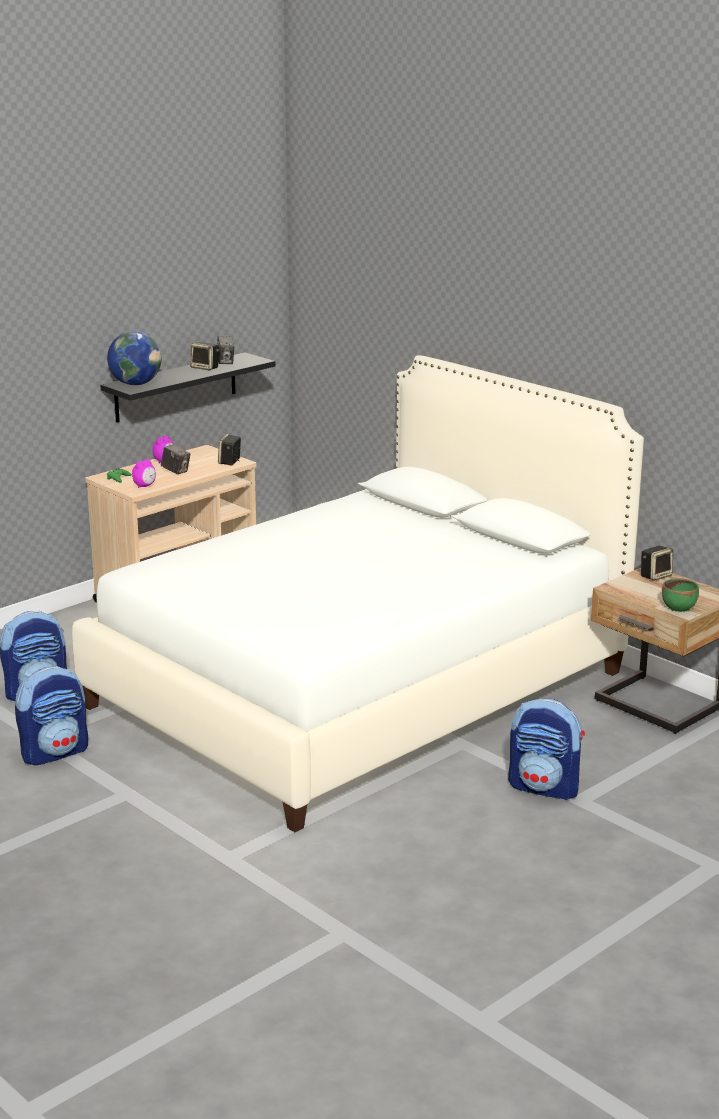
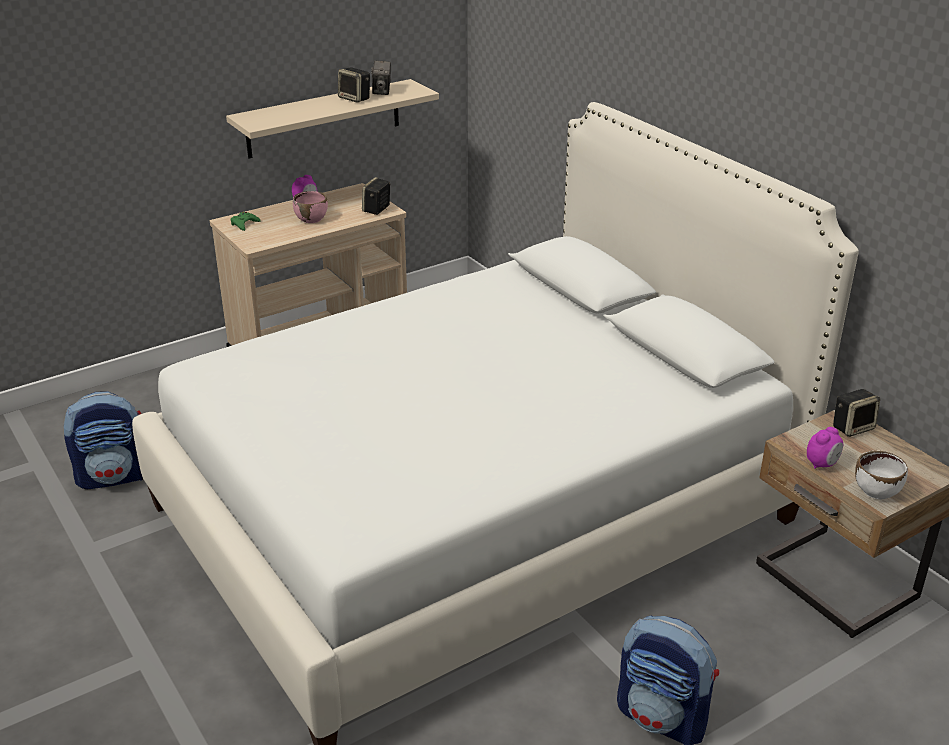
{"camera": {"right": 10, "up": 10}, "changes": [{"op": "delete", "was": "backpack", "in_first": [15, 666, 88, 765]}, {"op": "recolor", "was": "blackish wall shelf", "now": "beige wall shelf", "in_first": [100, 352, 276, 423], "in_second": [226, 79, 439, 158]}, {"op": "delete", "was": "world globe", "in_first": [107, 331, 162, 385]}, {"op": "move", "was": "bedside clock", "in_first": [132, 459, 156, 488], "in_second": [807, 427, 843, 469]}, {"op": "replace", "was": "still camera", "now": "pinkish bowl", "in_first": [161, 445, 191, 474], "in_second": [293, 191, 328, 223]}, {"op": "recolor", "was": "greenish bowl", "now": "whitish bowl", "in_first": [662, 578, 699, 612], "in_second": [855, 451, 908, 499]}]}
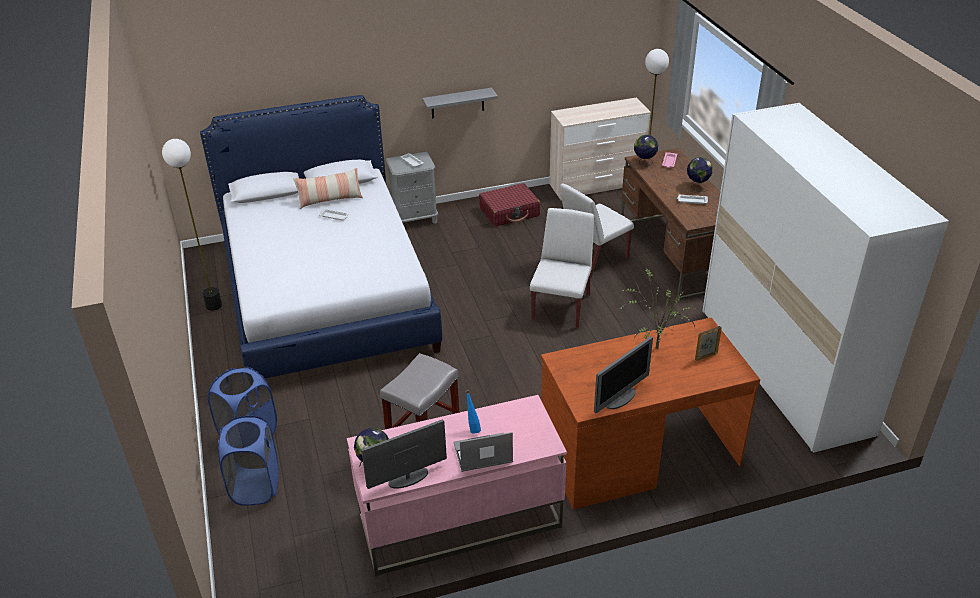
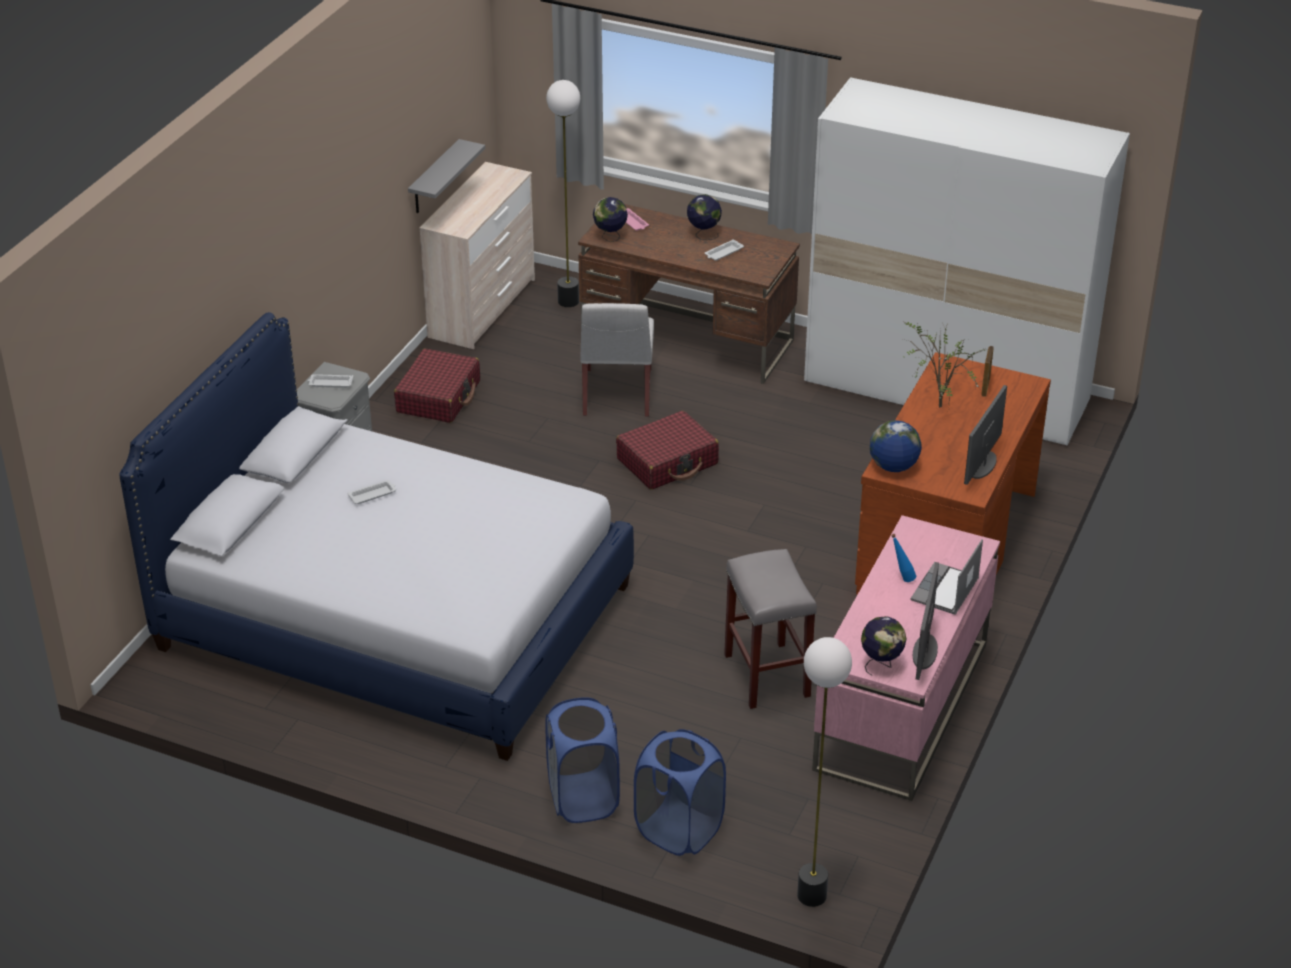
{"camera": {"right": -50, "up": 0}, "changes": [{"op": "move", "was": "standard lamp", "in_first": [162, 139, 222, 311], "in_second": [797, 637, 852, 907]}, {"op": "delete", "was": "cushion", "in_first": [293, 168, 363, 209]}, {"op": "move", "was": "grey wall shelf", "in_first": [422, 88, 498, 119], "in_second": [408, 139, 485, 213]}, {"op": "replace", "was": "whitish upright chair", "now": "reddish suitcase", "in_first": [530, 208, 594, 329], "in_second": [616, 411, 719, 490]}, {"op": "rotate", "was": "computer screen", "in_first": [594, 336, 653, 414], "in_second": [964, 385, 1007, 485], "clockwise": -150}, {"op": "insert", "now": "world globe", "in_second": [870, 420, 922, 472]}]}
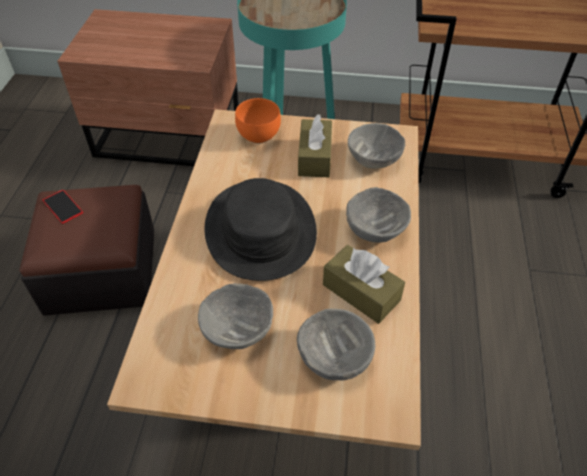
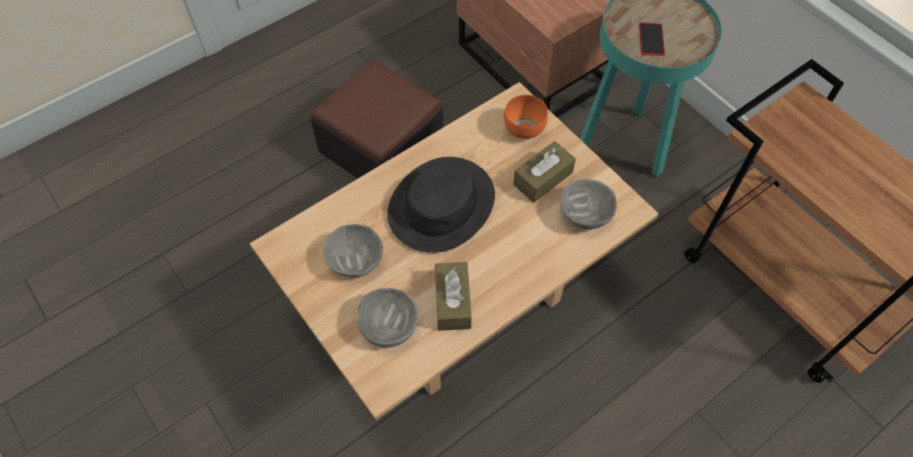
{"camera": {"right": 45, "up": 10}, "changes": [{"op": "move", "was": "handset", "in_first": [43, 190, 83, 224], "in_second": [639, 22, 665, 56]}, {"op": "delete", "was": "grey bowl", "in_first": [346, 187, 411, 243]}]}
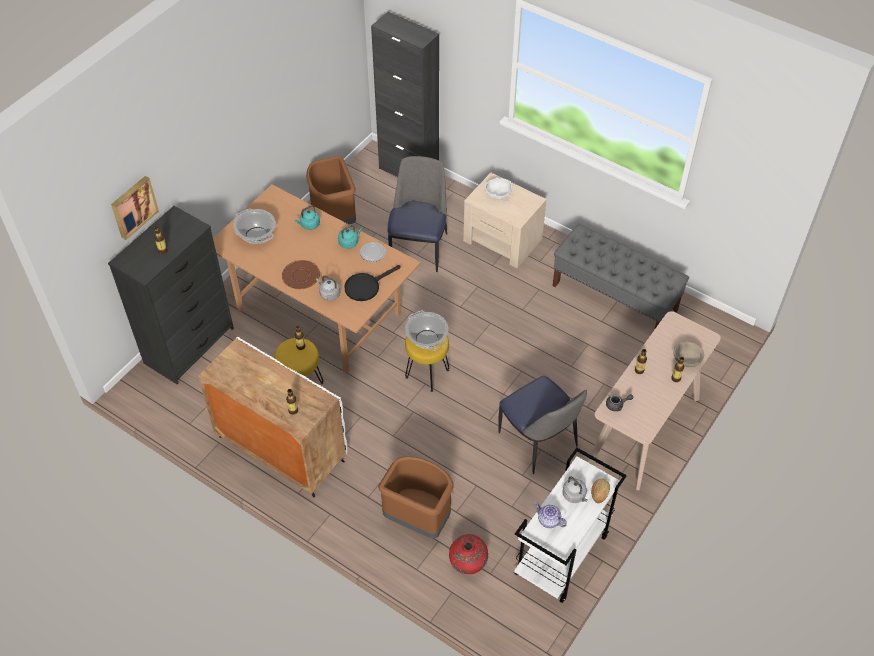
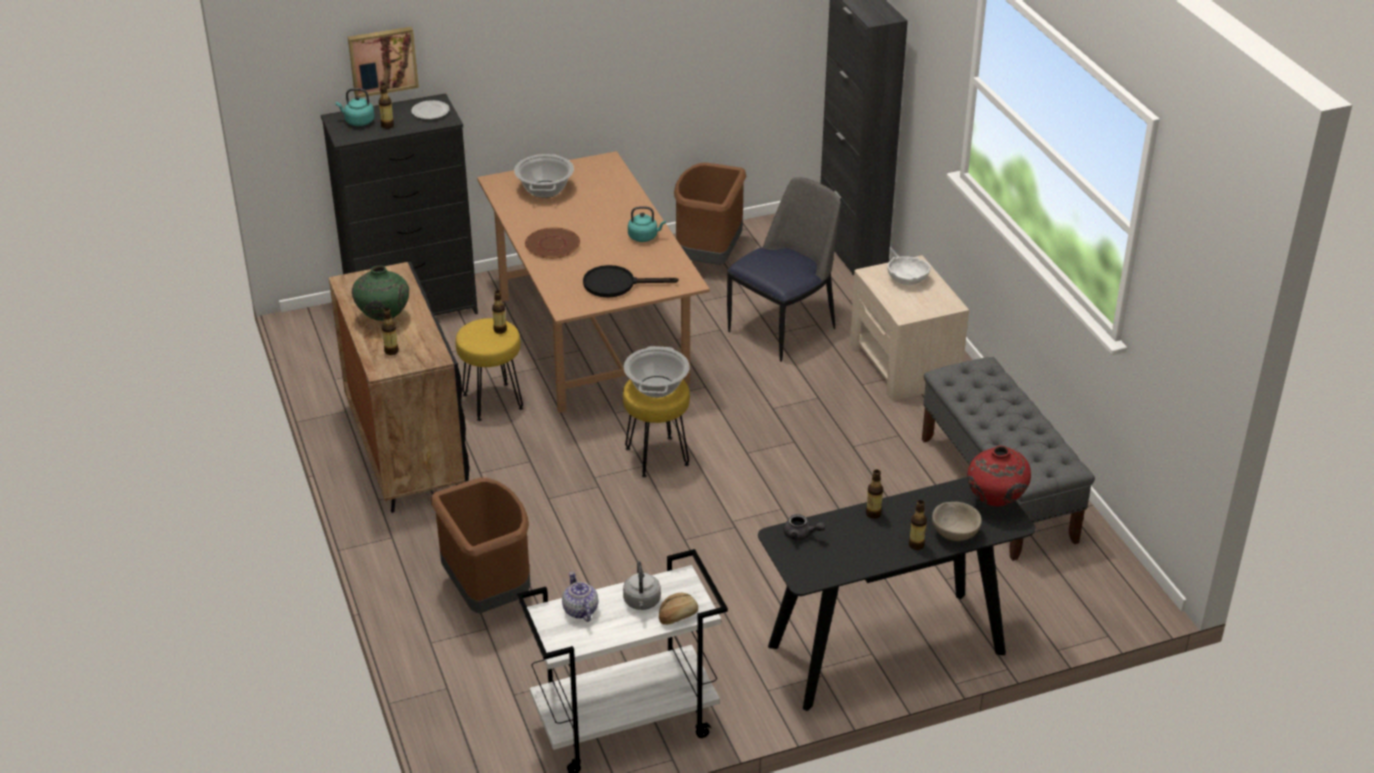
{"camera": {"right": 35, "up": -15}, "changes": [{"op": "recolor", "was": "whitish cupboard", "now": "blackish cupboard", "in_first": [198, 337, 347, 497], "in_second": [329, 261, 469, 513]}, {"op": "move", "was": "turquoise-coloured water kettle", "in_first": [294, 205, 320, 230], "in_second": [336, 88, 375, 126]}, {"op": "delete", "was": "grey water kettle", "in_first": [316, 276, 340, 301]}, {"op": "move", "was": "dinner plate", "in_first": [360, 242, 386, 262], "in_second": [411, 100, 450, 119]}, {"op": "move", "was": "reddish decorative vase", "in_first": [449, 534, 488, 574], "in_second": [967, 446, 1031, 506]}, {"op": "delete", "was": "upright chair", "in_first": [498, 375, 587, 474]}, {"op": "recolor", "was": "beige hall table", "now": "blackish hall table", "in_first": [588, 311, 721, 490], "in_second": [758, 477, 1036, 711]}, {"op": "insert", "now": "greenish decorative vase", "in_second": [352, 265, 409, 321]}]}
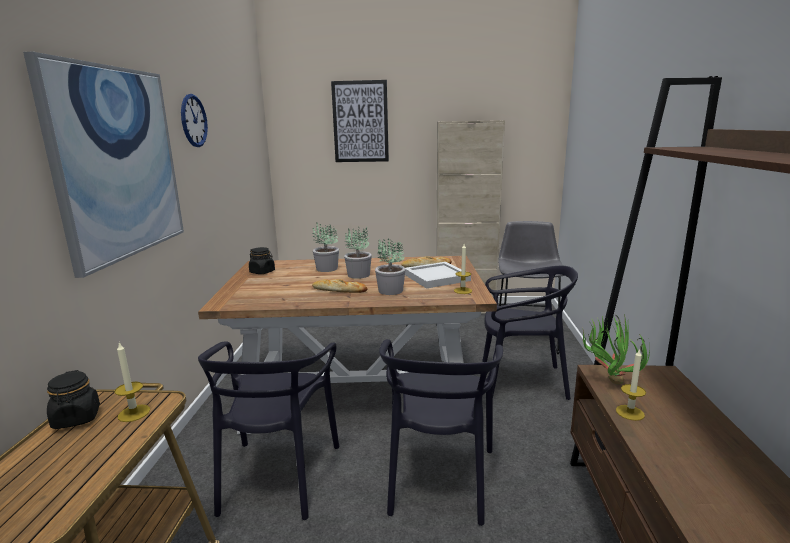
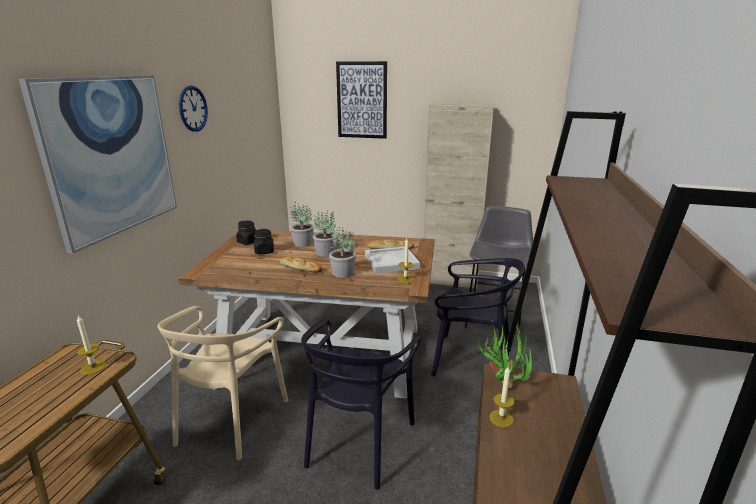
{"camera": {"right": 10, "up": 5}, "changes": [{"op": "move", "was": "blackish storage jar", "in_first": [47, 370, 100, 429], "in_second": [254, 229, 274, 254]}, {"op": "recolor", "was": "blackish upright chair", "now": "beige upright chair", "in_first": [198, 341, 339, 520], "in_second": [158, 306, 288, 460]}]}
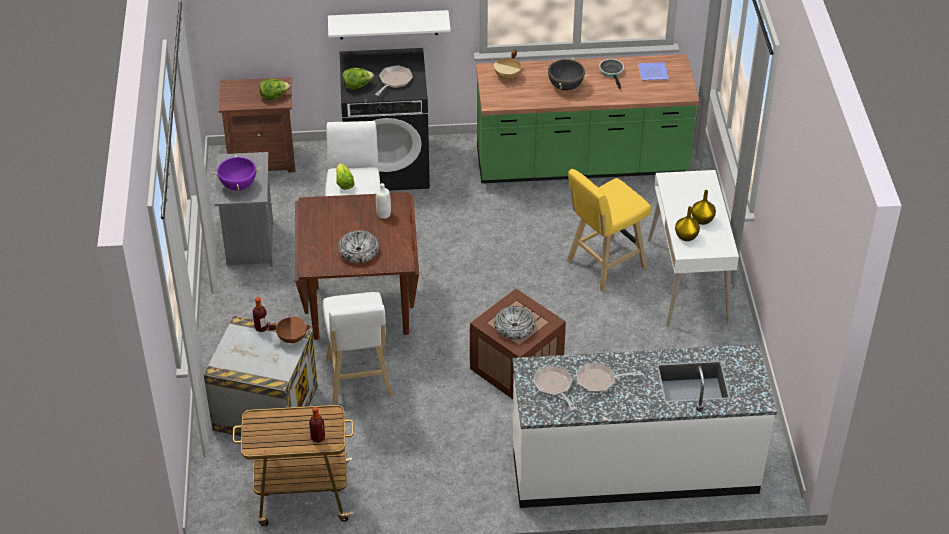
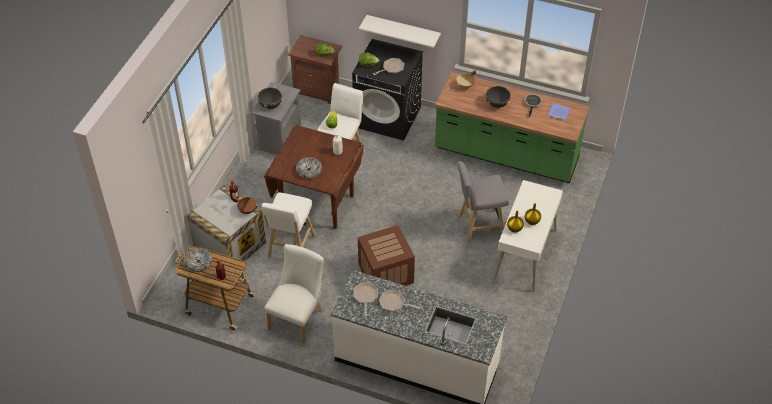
{"camera": {"right": 25, "up": 5}, "changes": [{"op": "recolor", "was": "purplish stockpot", "now": "blackish stockpot", "in_first": [212, 154, 261, 191], "in_second": [255, 86, 284, 109]}, {"op": "move", "was": "bowl", "in_first": [494, 306, 536, 340], "in_second": [184, 248, 212, 272]}, {"op": "recolor", "was": "yellow stool", "now": "grey stool", "in_first": [567, 169, 651, 292], "in_second": [458, 161, 509, 244]}, {"op": "insert", "now": "whitish upright chair", "in_second": [264, 244, 324, 343]}]}
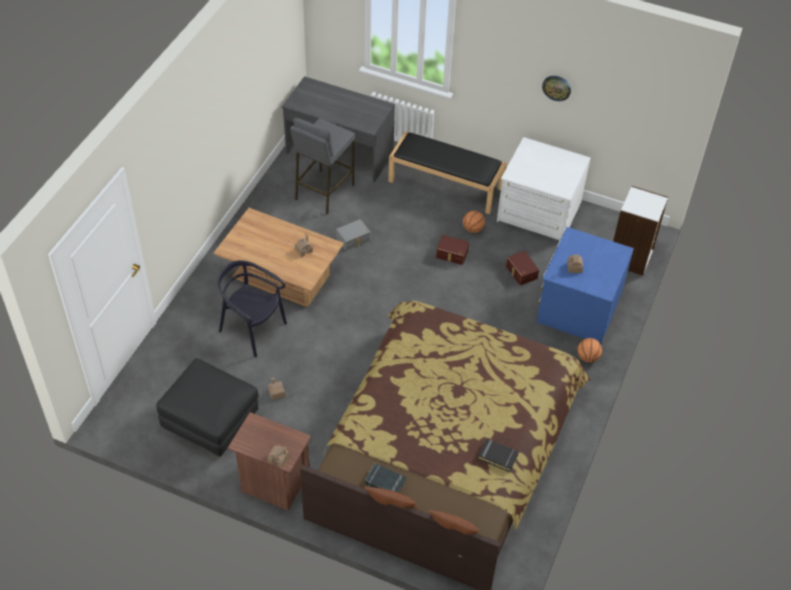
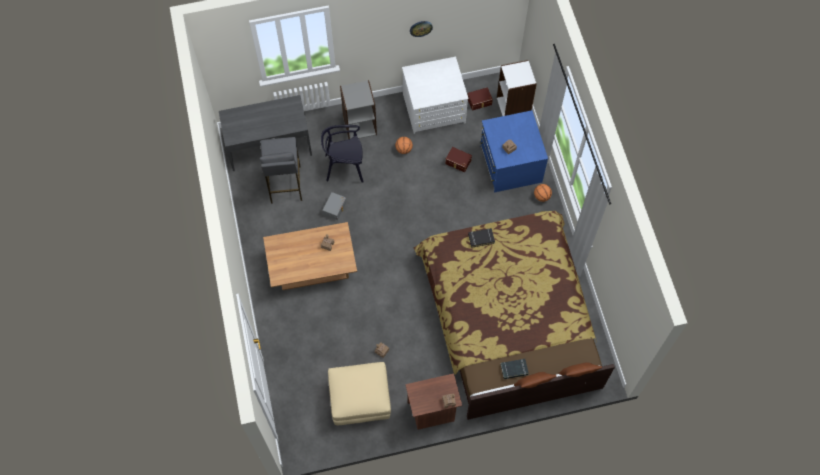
{"camera": {"right": -35, "up": 15}, "changes": [{"op": "recolor", "was": "blackish ottoman", "now": "beige ottoman", "in_first": [156, 358, 259, 457], "in_second": [328, 362, 391, 425]}, {"op": "move", "was": "blackish upright chair", "in_first": [217, 260, 287, 357], "in_second": [321, 125, 364, 183]}, {"op": "replace", "was": "blackish bench", "now": "grey bookshelf", "in_first": [388, 131, 507, 214], "in_second": [340, 80, 377, 139]}, {"op": "move", "was": "brownish storage bin", "in_first": [436, 235, 469, 265], "in_second": [468, 87, 493, 111]}, {"op": "move", "was": "blackish volume", "in_first": [478, 439, 519, 472], "in_second": [468, 228, 495, 248]}]}
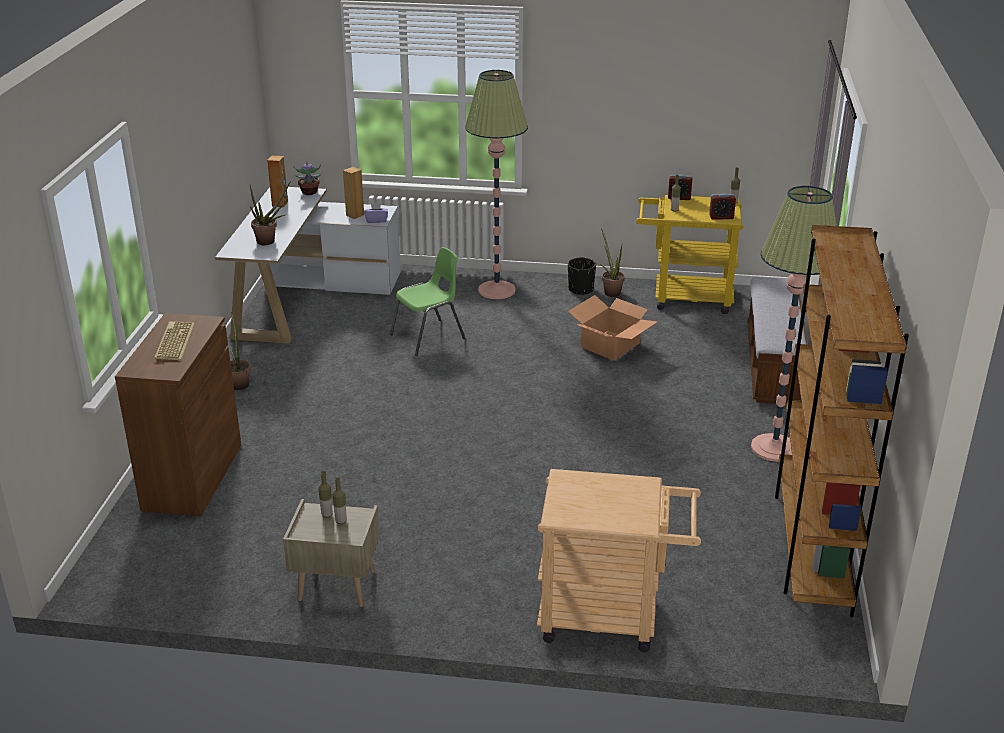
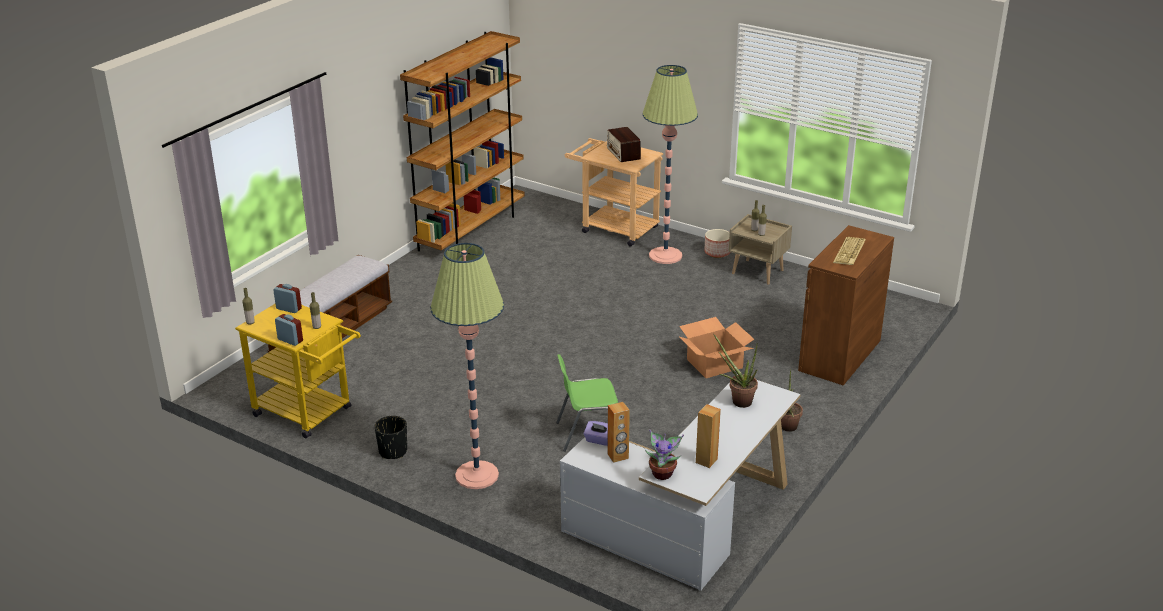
{"camera": {"right": -155, "up": 0}, "changes": [{"op": "move", "was": "cardboard box", "in_first": [568, 295, 657, 360], "in_second": [679, 317, 754, 378]}, {"op": "delete", "was": "potted plant", "in_first": [601, 229, 625, 297]}, {"op": "move", "was": "standard lamp", "in_first": [751, 186, 837, 462], "in_second": [643, 65, 698, 264]}, {"op": "insert", "now": "radio set", "in_second": [607, 127, 641, 162]}, {"op": "insert", "now": "plant pot", "in_second": [704, 229, 730, 258]}]}
